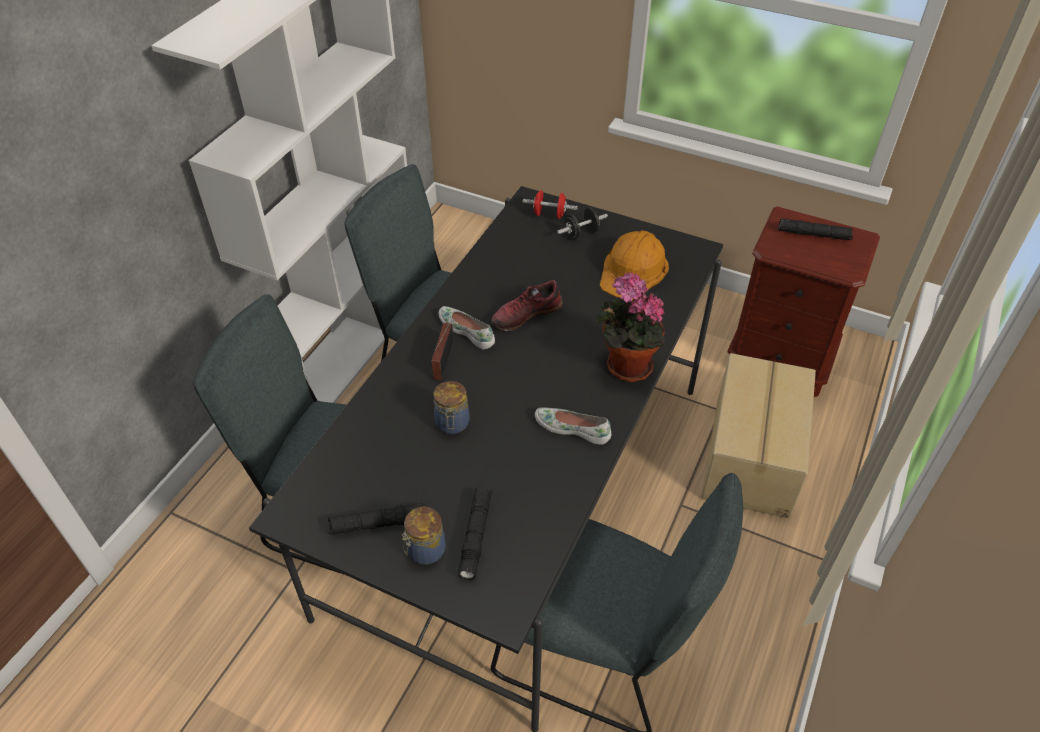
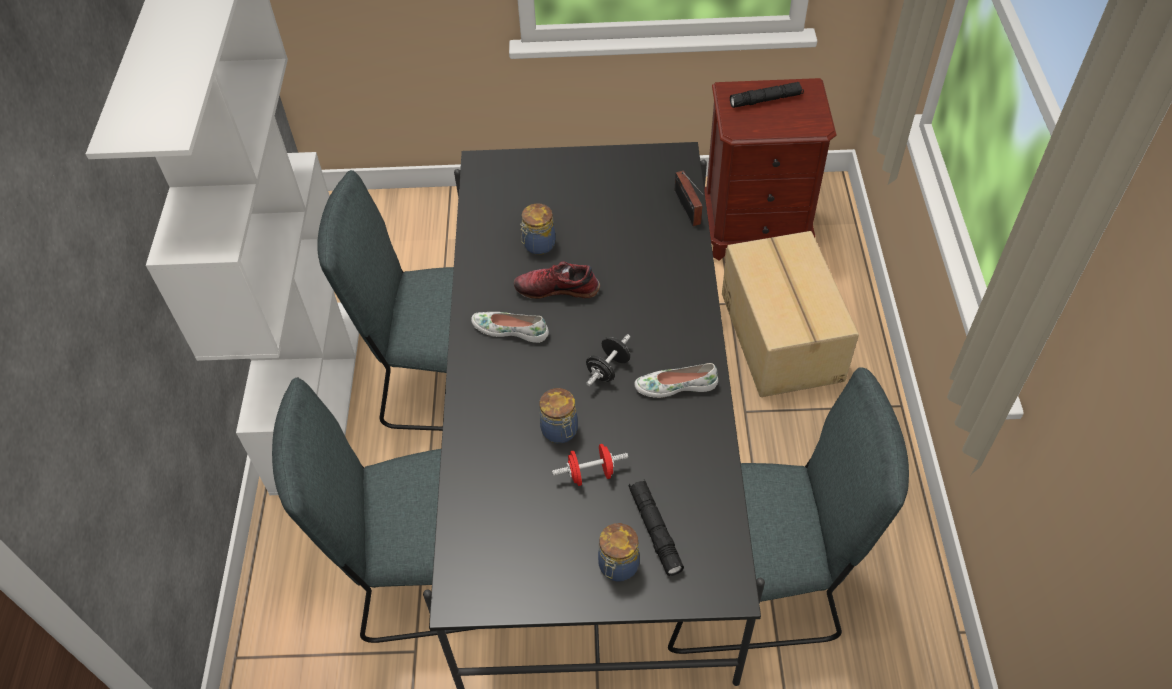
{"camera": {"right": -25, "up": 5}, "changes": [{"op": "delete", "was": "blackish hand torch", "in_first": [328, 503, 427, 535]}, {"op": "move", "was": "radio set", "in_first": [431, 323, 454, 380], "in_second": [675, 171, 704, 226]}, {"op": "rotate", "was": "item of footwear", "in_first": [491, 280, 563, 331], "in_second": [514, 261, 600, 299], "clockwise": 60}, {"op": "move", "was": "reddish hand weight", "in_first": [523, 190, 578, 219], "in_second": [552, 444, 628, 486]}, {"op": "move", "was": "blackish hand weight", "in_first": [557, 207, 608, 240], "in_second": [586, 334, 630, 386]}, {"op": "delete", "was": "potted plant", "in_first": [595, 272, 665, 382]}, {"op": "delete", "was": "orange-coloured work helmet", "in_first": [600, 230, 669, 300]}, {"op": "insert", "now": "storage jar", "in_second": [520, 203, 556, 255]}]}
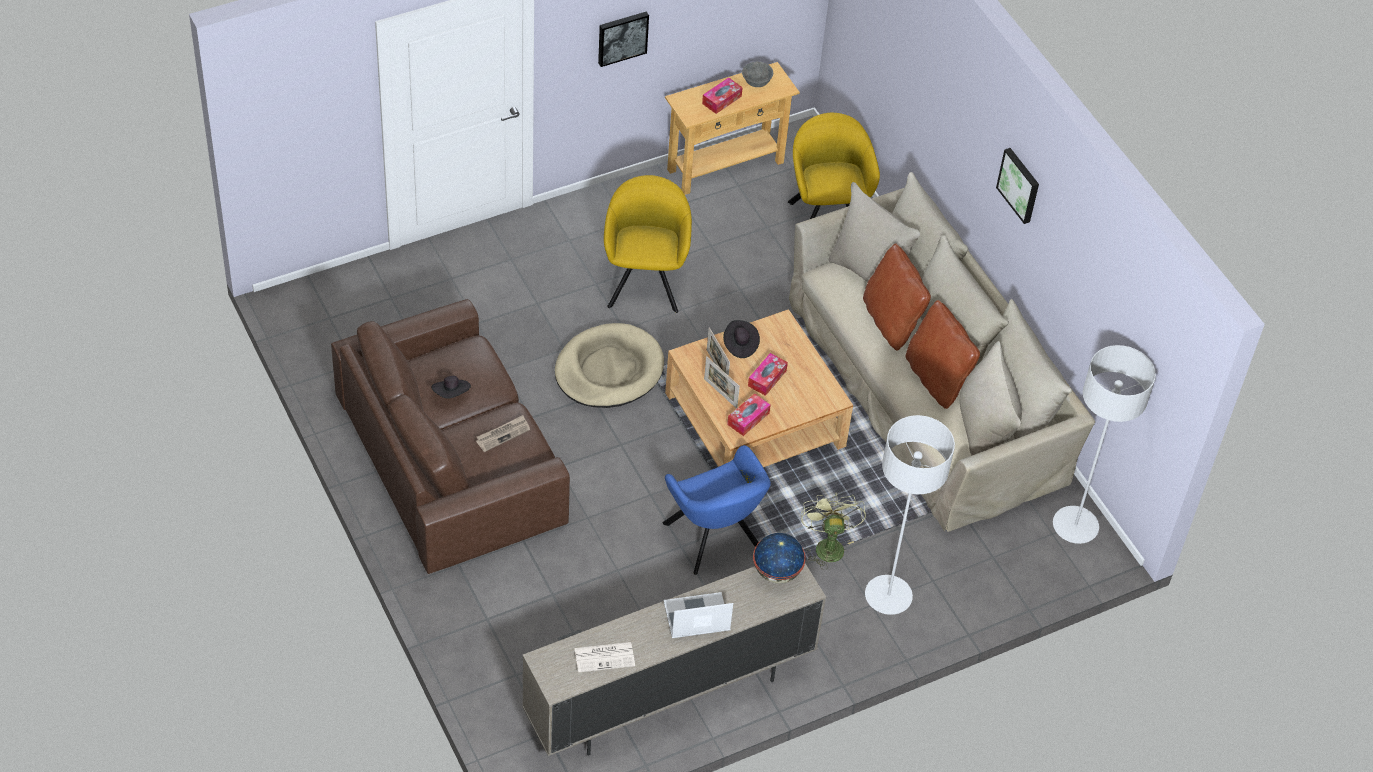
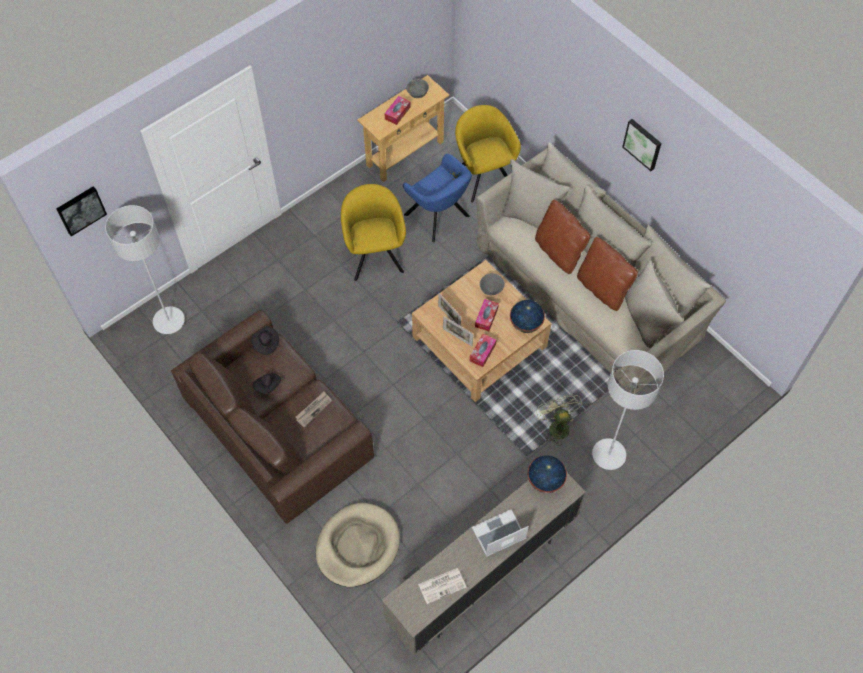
{"camera": {"right": -10, "up": 10}, "changes": [{"op": "move", "was": "beige dog cushion", "in_first": [555, 323, 664, 408], "in_second": [316, 503, 400, 587]}, {"op": "move", "was": "picture", "in_first": [598, 11, 649, 67], "in_second": [56, 186, 107, 236]}, {"op": "move", "was": "blue-coloured armchair", "in_first": [663, 445, 771, 575], "in_second": [403, 154, 472, 243]}, {"op": "move", "was": "blackish clothing hat", "in_first": [723, 320, 760, 358], "in_second": [251, 326, 279, 355]}, {"op": "move", "was": "grey standard lamp", "in_first": [1053, 345, 1156, 544], "in_second": [105, 205, 185, 334]}, {"op": "insert", "now": "grey bowl", "in_second": [480, 273, 505, 295]}, {"op": "insert", "now": "world globe", "in_second": [510, 300, 545, 333]}]}
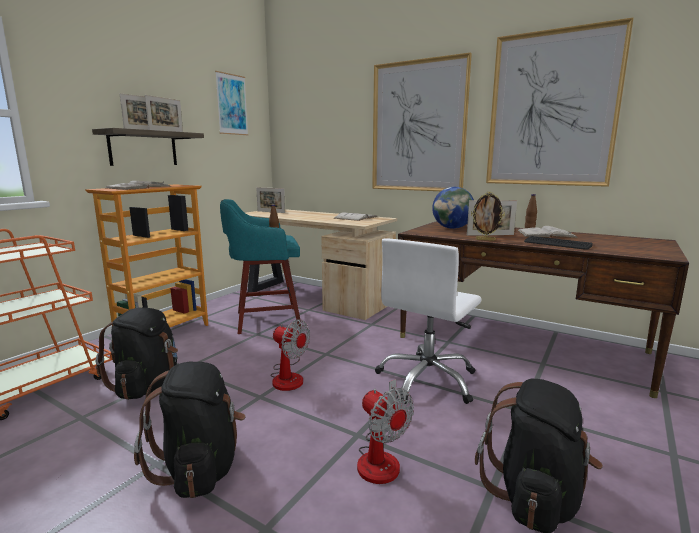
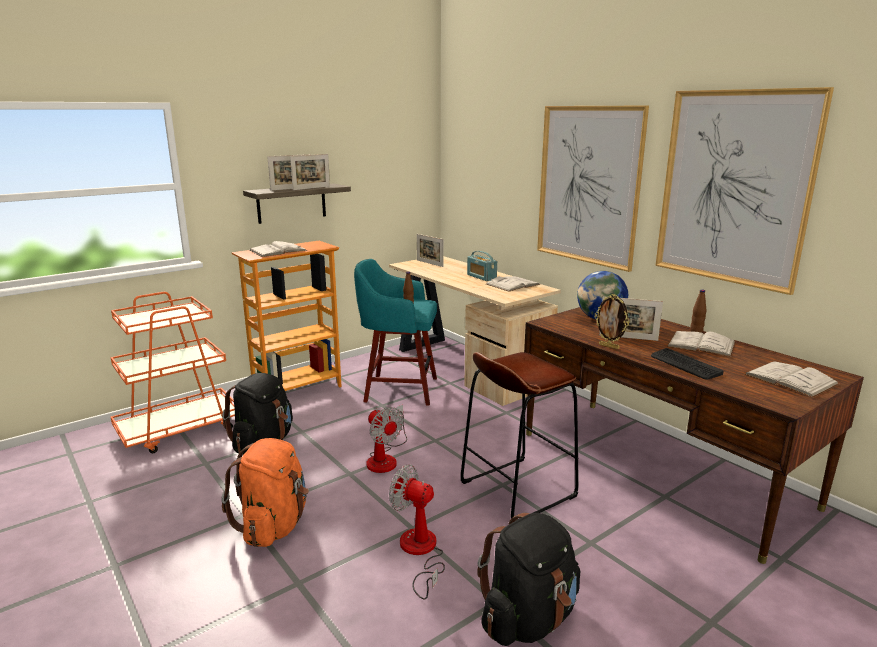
{"camera": {"right": 20, "up": 5}, "changes": [{"op": "recolor", "was": "blackish backpack", "now": "orange-coloured backpack", "in_first": [134, 362, 246, 498], "in_second": [221, 438, 309, 547]}, {"op": "delete", "was": "picture", "in_first": [215, 71, 248, 135]}, {"op": "rotate", "was": "cooling fan", "in_first": [357, 379, 414, 484], "in_second": [389, 464, 445, 600], "clockwise": 135}, {"op": "replace", "was": "whitish desk chair", "now": "brownish stool", "in_first": [375, 238, 482, 404], "in_second": [461, 352, 579, 519]}, {"op": "insert", "now": "radio set", "in_second": [467, 251, 497, 281]}, {"op": "insert", "now": "whitish volume", "in_second": [745, 361, 839, 397]}]}
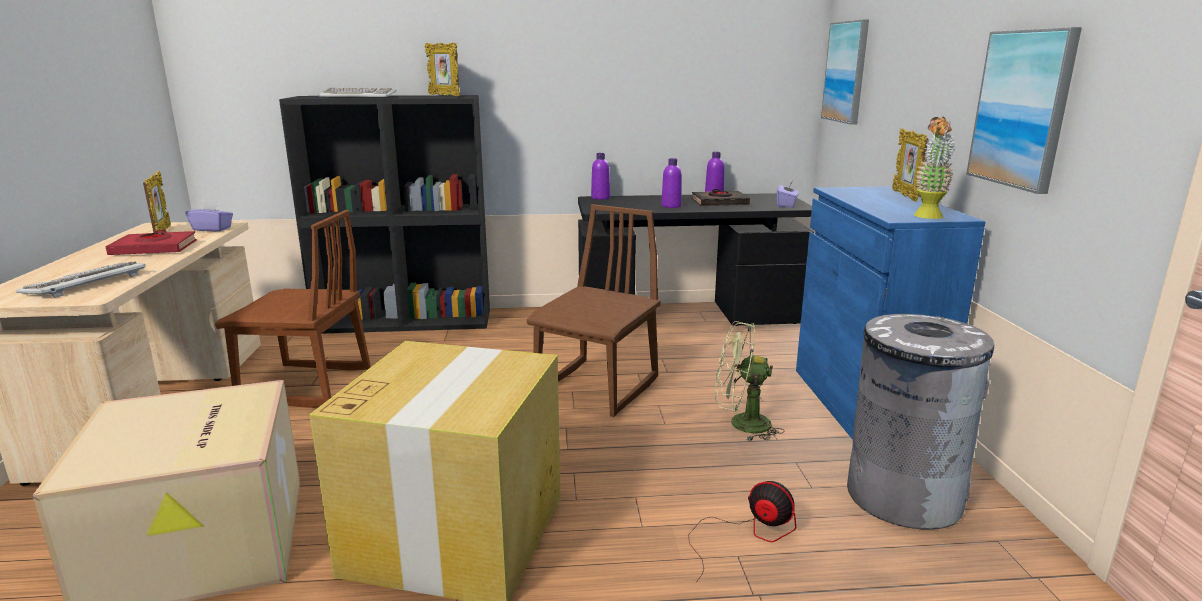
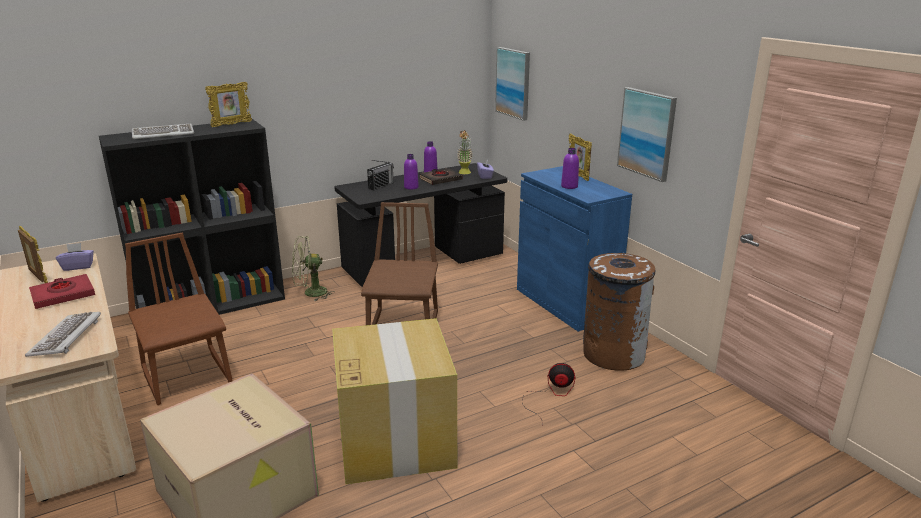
{"camera": {"right": -25, "up": 5}, "changes": [{"op": "rotate", "was": "brownish upright chair", "in_first": [215, 210, 371, 408], "in_second": [125, 233, 232, 405], "clockwise": -105}, {"op": "rotate", "was": "photo frame", "in_first": [425, 42, 460, 96], "in_second": [205, 82, 252, 127], "clockwise": -60}, {"op": "move", "was": "purplish bottle", "in_first": [591, 153, 610, 200], "in_second": [561, 148, 579, 189]}, {"op": "move", "was": "greenish cooling fan", "in_first": [715, 321, 785, 441], "in_second": [292, 236, 335, 301]}, {"op": "recolor", "was": "grey trash can", "now": "brownish trash can", "in_first": [847, 314, 994, 530], "in_second": [583, 253, 655, 371]}, {"op": "move", "was": "potted plant", "in_first": [914, 117, 955, 219], "in_second": [457, 130, 472, 174]}, {"op": "insert", "now": "radio set", "in_second": [367, 160, 394, 190]}]}
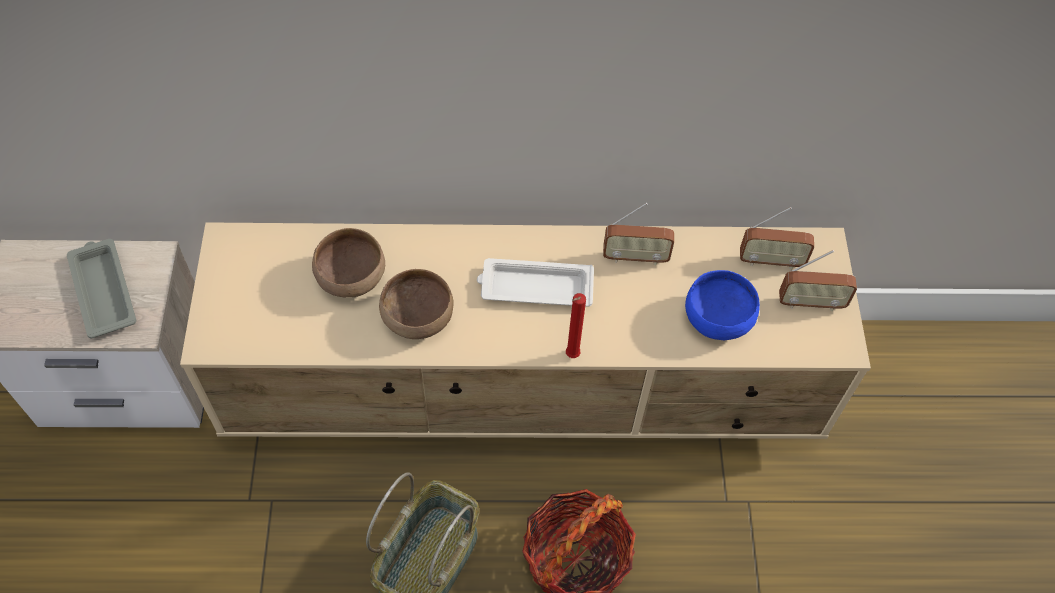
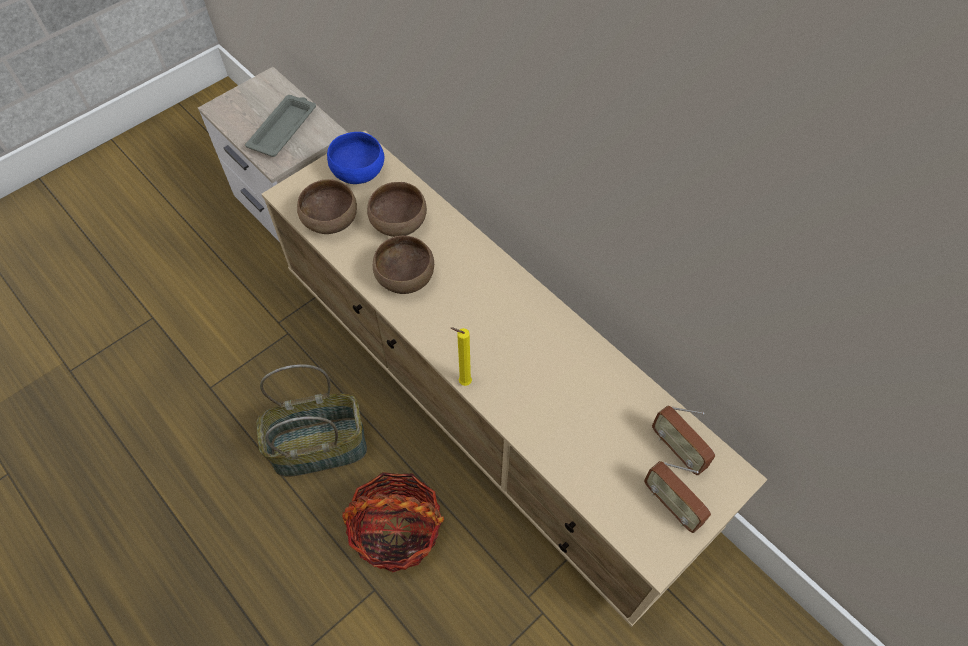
{"camera": {"right": 50, "up": 0}, "changes": [{"op": "delete", "was": "whitish serving tray", "in_first": [477, 258, 594, 307]}, {"op": "recolor", "was": "reddish candle", "now": "yellow candle", "in_first": [566, 293, 586, 358], "in_second": [451, 327, 472, 386]}, {"op": "delete", "was": "radio set", "in_first": [603, 203, 674, 265]}, {"op": "move", "was": "blue-coloured bowl", "in_first": [685, 270, 760, 340], "in_second": [327, 132, 385, 184]}, {"op": "insert", "now": "brownish bowl", "in_second": [297, 179, 357, 234]}]}
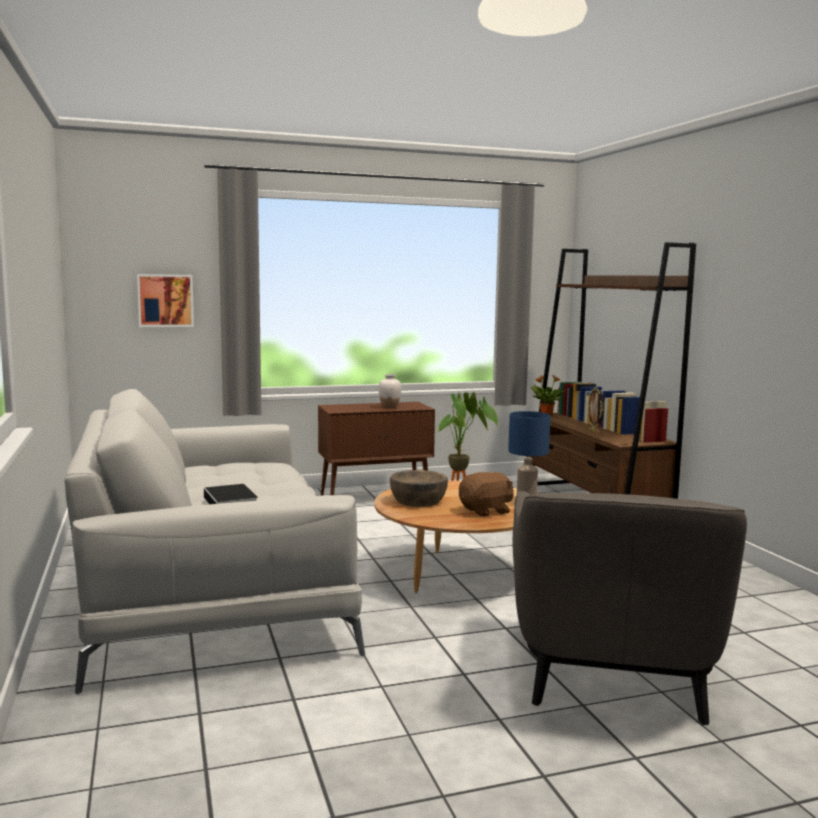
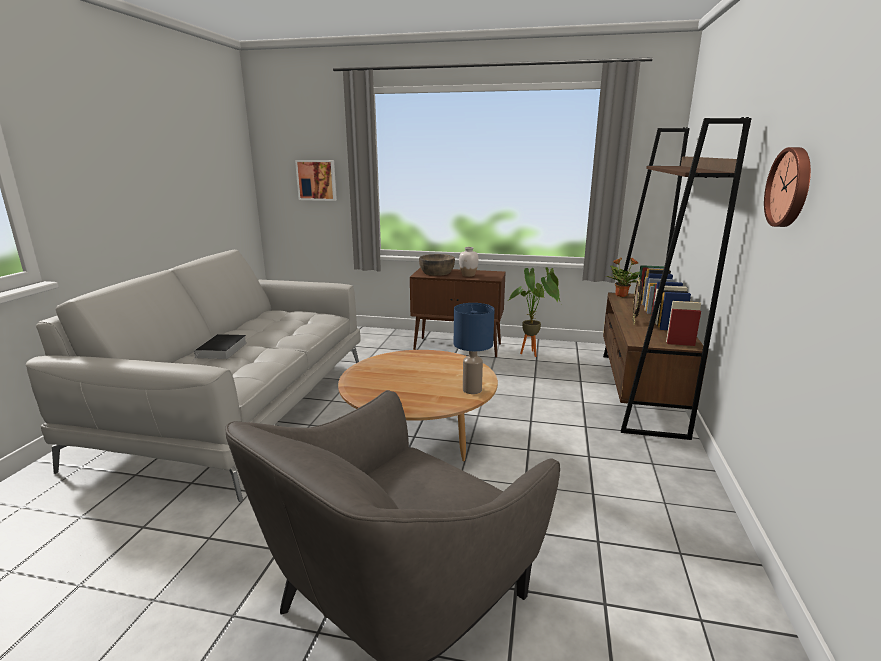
{"camera": {"right": 30, "up": 10}, "changes": [{"op": "move", "was": "brownish bowl", "in_first": [390, 470, 448, 507], "in_second": [419, 254, 455, 276]}, {"op": "delete", "was": "brownish soft toy", "in_first": [459, 472, 514, 517]}, {"op": "insert", "now": "wall clock", "in_second": [764, 147, 811, 227]}]}
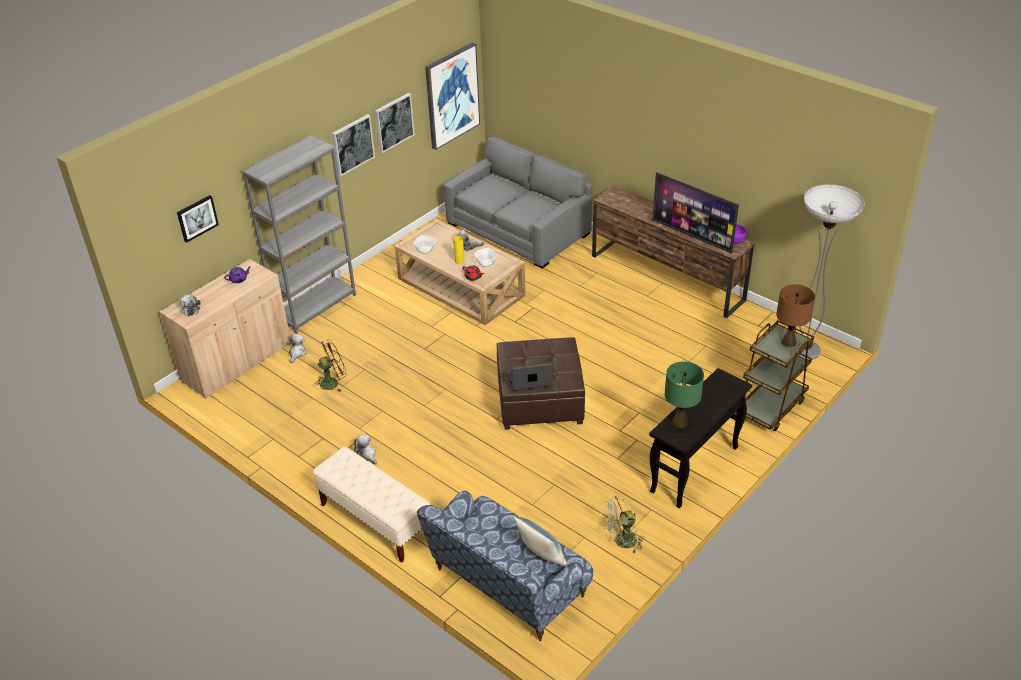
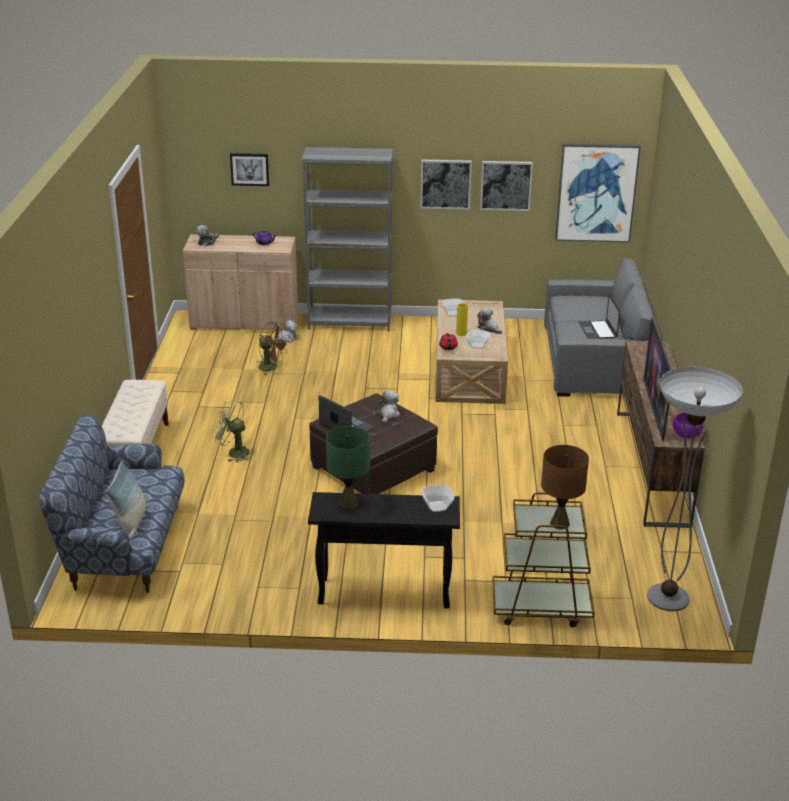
{"camera": {"right": 50, "up": -10}, "changes": [{"op": "move", "was": "soft toy", "in_first": [354, 434, 377, 464], "in_second": [378, 391, 400, 424]}, {"op": "move", "was": "greenish cooling fan", "in_first": [601, 496, 644, 554], "in_second": [212, 399, 252, 463]}, {"op": "insert", "now": "bowl", "in_second": [422, 485, 454, 512]}, {"op": "insert", "now": "laptop", "in_second": [578, 295, 620, 339]}]}
